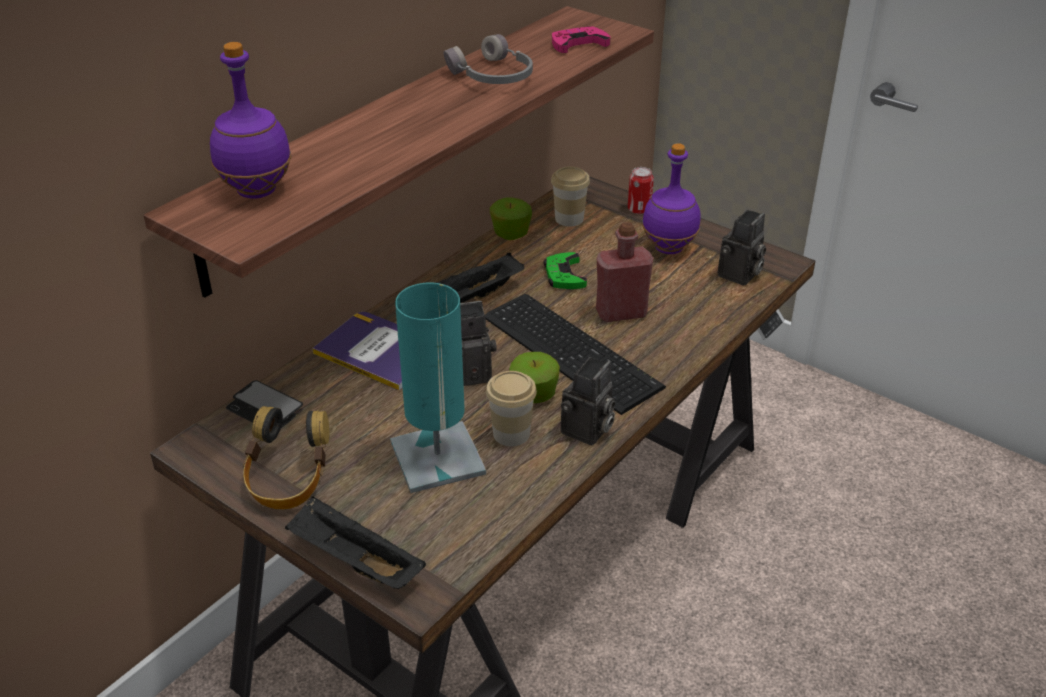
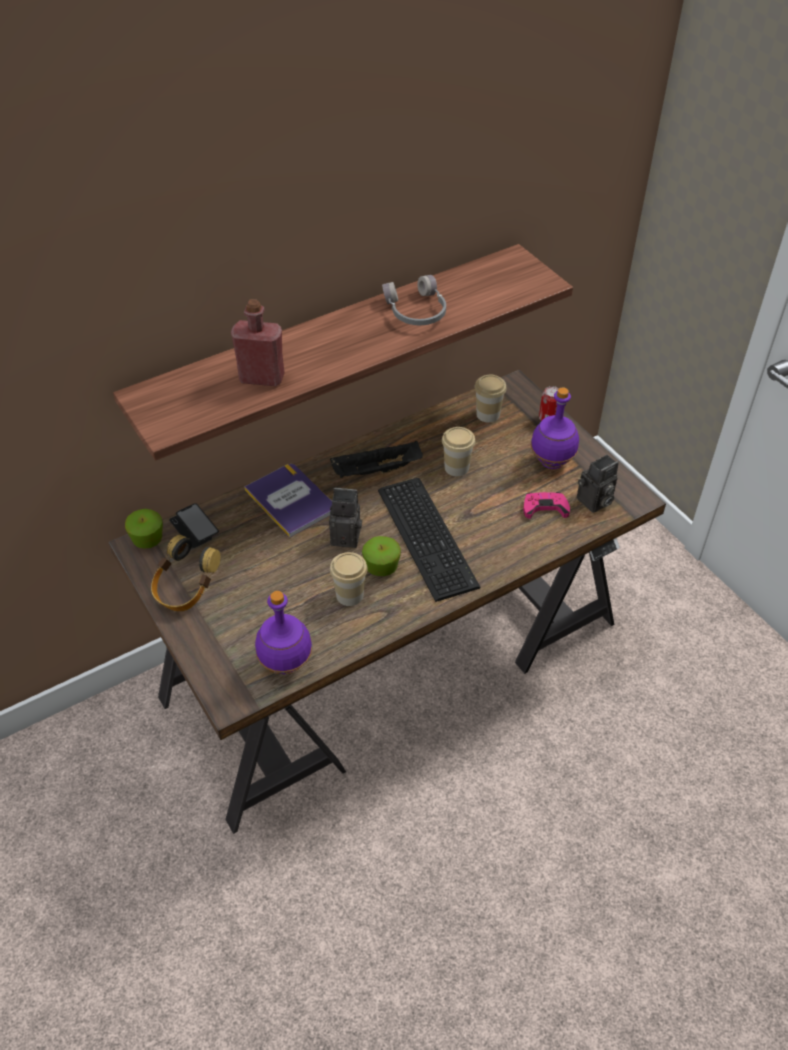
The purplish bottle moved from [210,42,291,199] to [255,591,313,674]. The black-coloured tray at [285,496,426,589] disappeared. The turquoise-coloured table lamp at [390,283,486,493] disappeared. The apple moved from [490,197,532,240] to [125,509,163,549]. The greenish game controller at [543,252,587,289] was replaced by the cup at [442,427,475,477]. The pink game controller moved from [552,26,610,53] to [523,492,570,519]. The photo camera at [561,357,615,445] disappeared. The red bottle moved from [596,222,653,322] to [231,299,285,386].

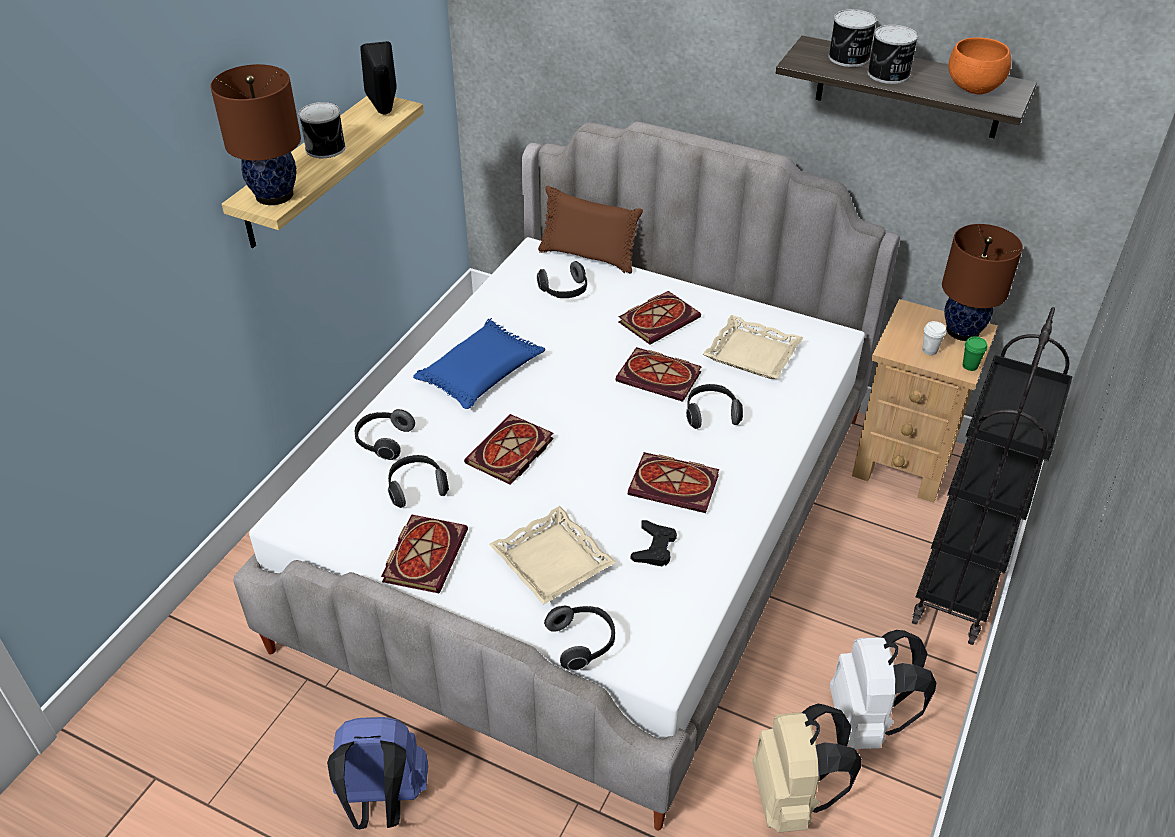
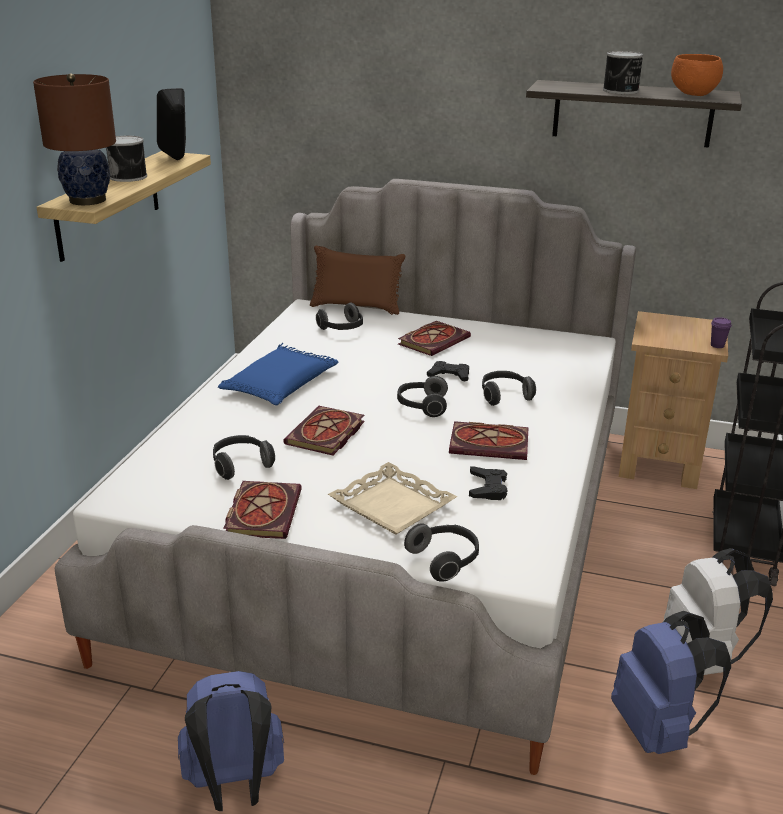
The headphones moved from [355,409,415,460] to [397,376,448,417]. The book at [616,347,702,402] was replaced by the black-coloured game controller at [427,361,469,381]. The beige tray at [703,315,803,379] disappeared. The beige backpack at [752,704,862,833] became the blue backpack at [611,611,731,754]. The can at [828,9,877,67] disappeared. The white cup at [922,321,946,355] disappeared. The brownish table lamp at [942,224,1023,341] disappeared. The greenish cup at [963,336,988,371] became the purplish cup at [711,317,732,348].

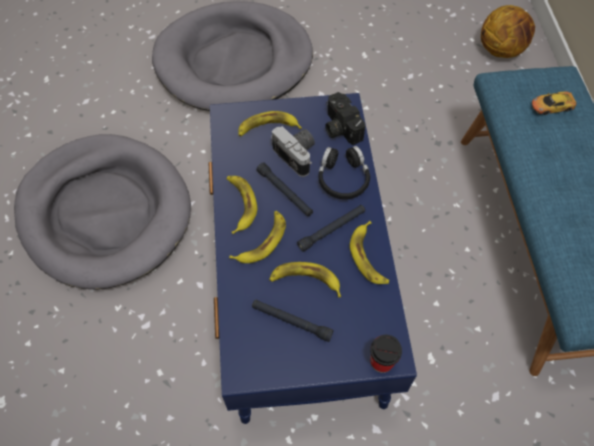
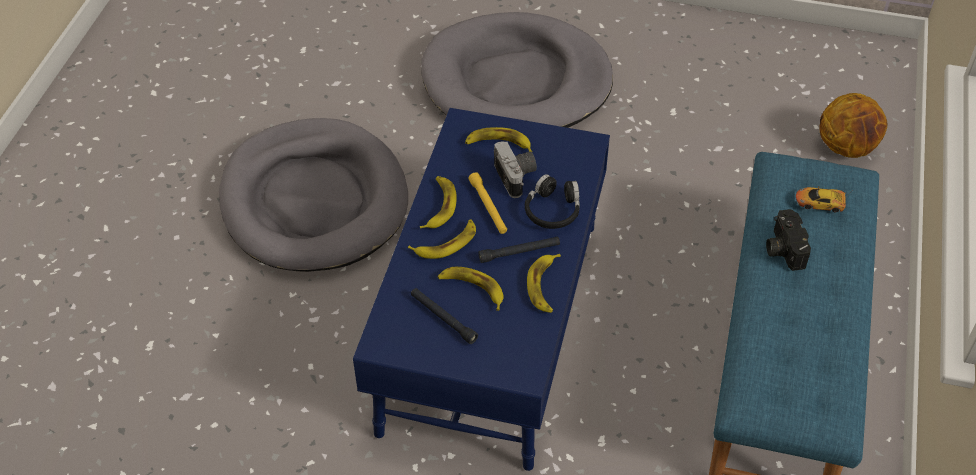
The black-coloured hand torch at [257,162,313,216] became the yellow-coloured hand torch at [469,172,507,234]. The photo camera moved from [325,92,365,145] to [766,209,811,271]. The cup at [370,335,402,373] disappeared.

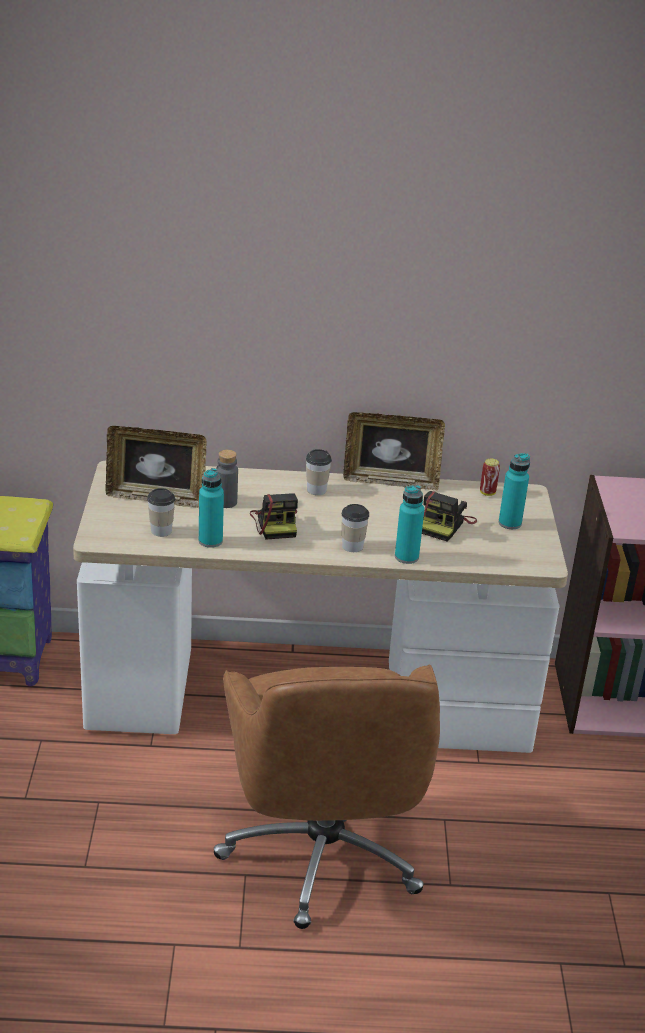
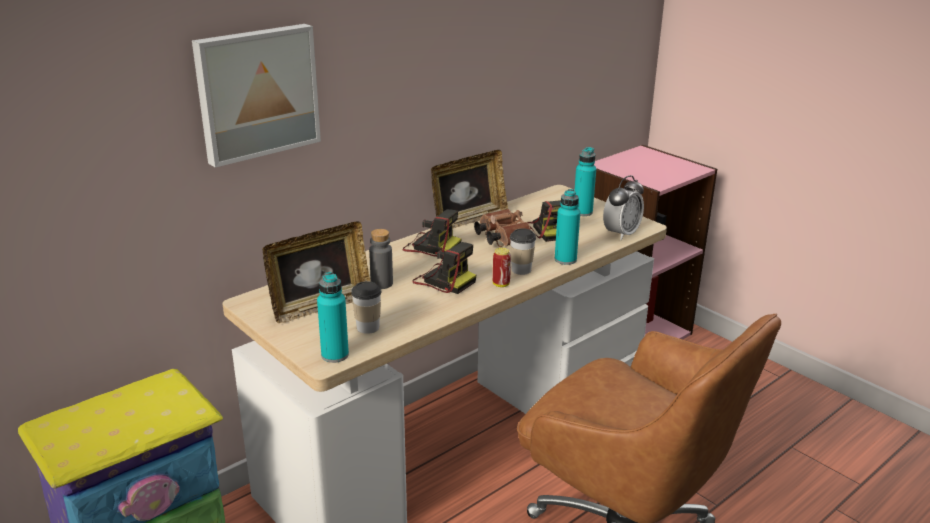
The turquoise-coloured bottle moved from [199,468,224,548] to [317,272,349,363]. The cup at [306,449,332,495] was replaced by the photo camera at [402,209,462,257]. The can moved from [480,458,500,496] to [493,248,511,287]. The picture at [192,24,321,168] appeared. The brownish binoculars at [474,209,531,247] appeared. The alarm clock at [603,175,644,240] appeared.

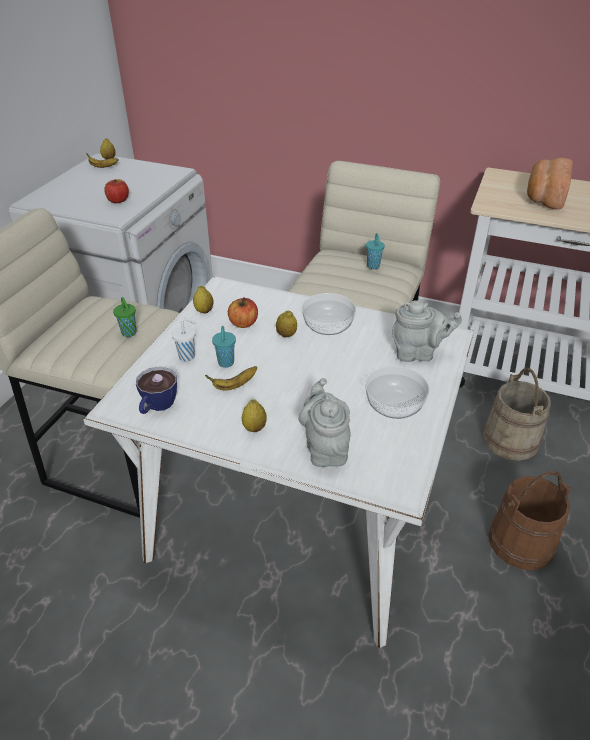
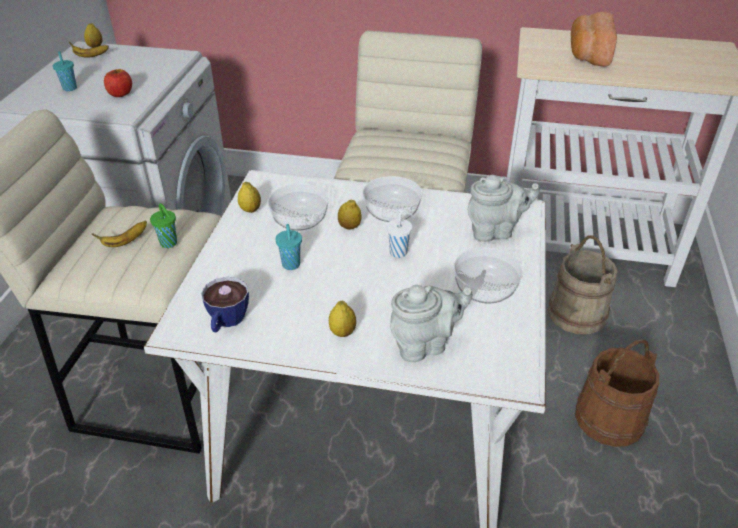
The white cup moved from [172,318,196,362] to [387,209,413,258]. The banana moved from [205,366,257,390] to [92,221,147,247]. The apple at [228,297,258,328] was replaced by the serving bowl at [268,183,329,231]. The grey tea pot at [299,378,351,467] turned 90 degrees clockwise. The turquoise-coloured cup moved from [366,233,385,269] to [53,51,77,91].

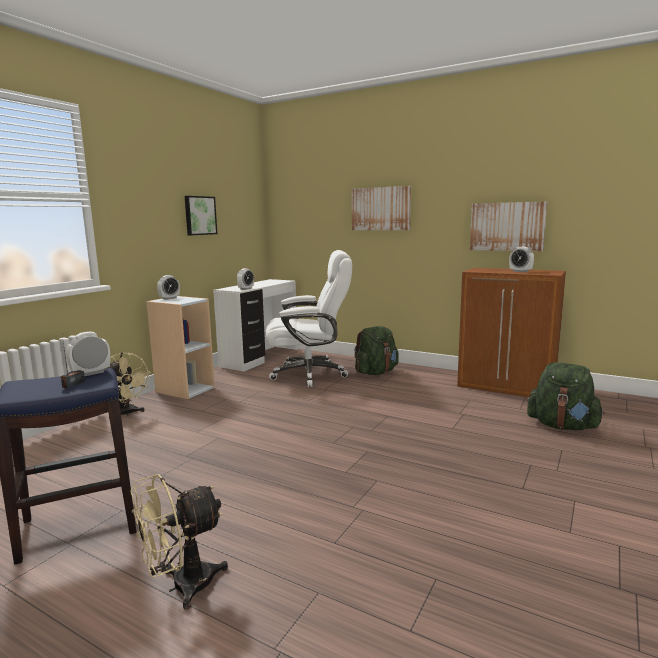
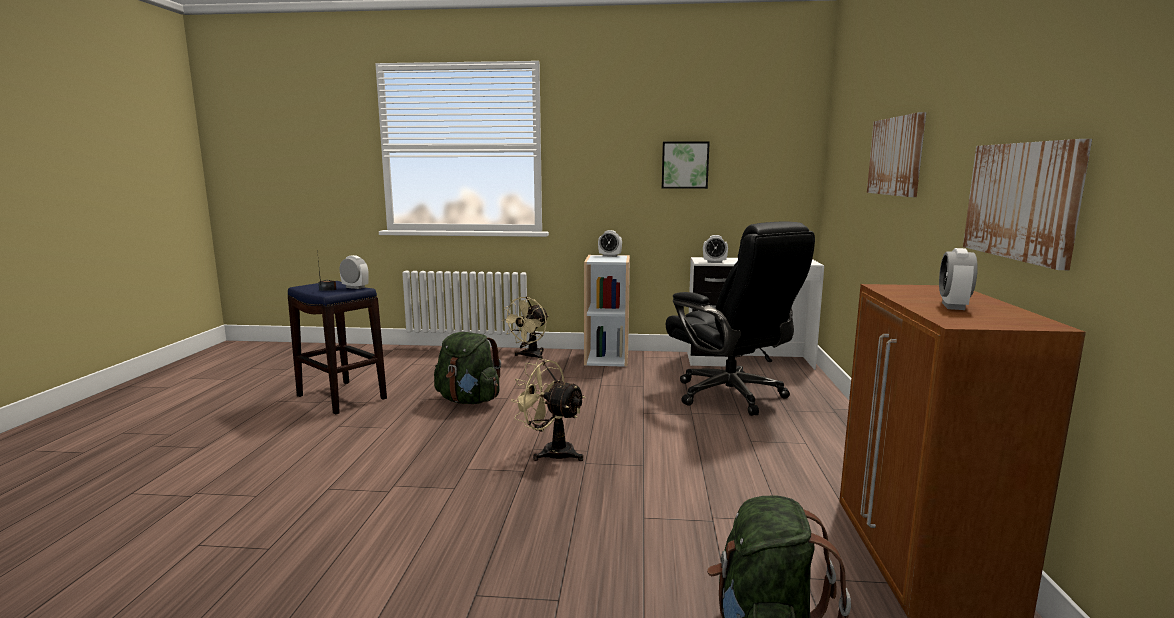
The beige fan moved from [130,474,228,610] to [511,359,586,461]. The white desk chair at [266,250,352,387] became the black-coloured desk chair at [666,221,815,416]. The greenish backpack moved from [354,326,399,375] to [434,332,501,404].

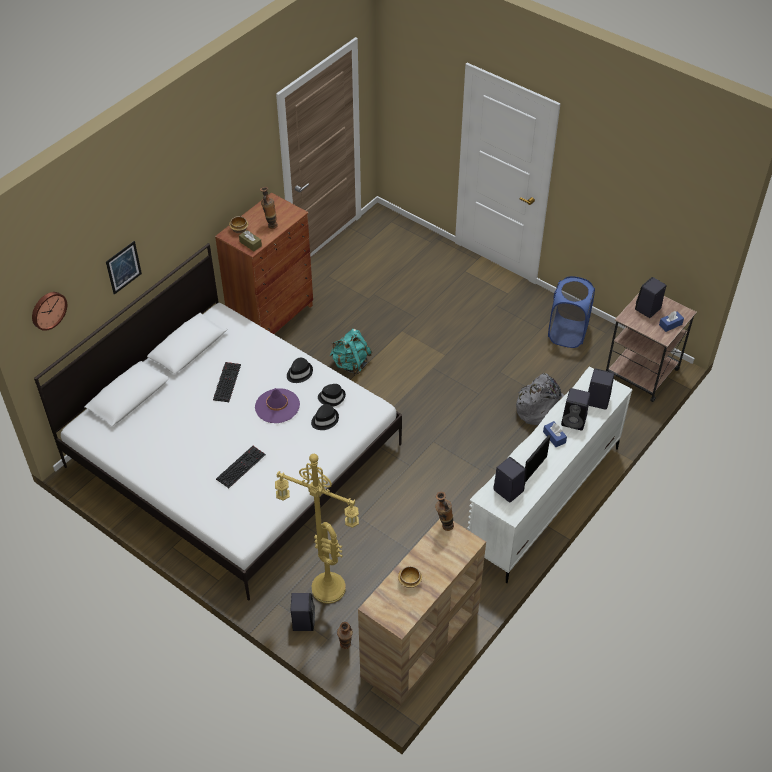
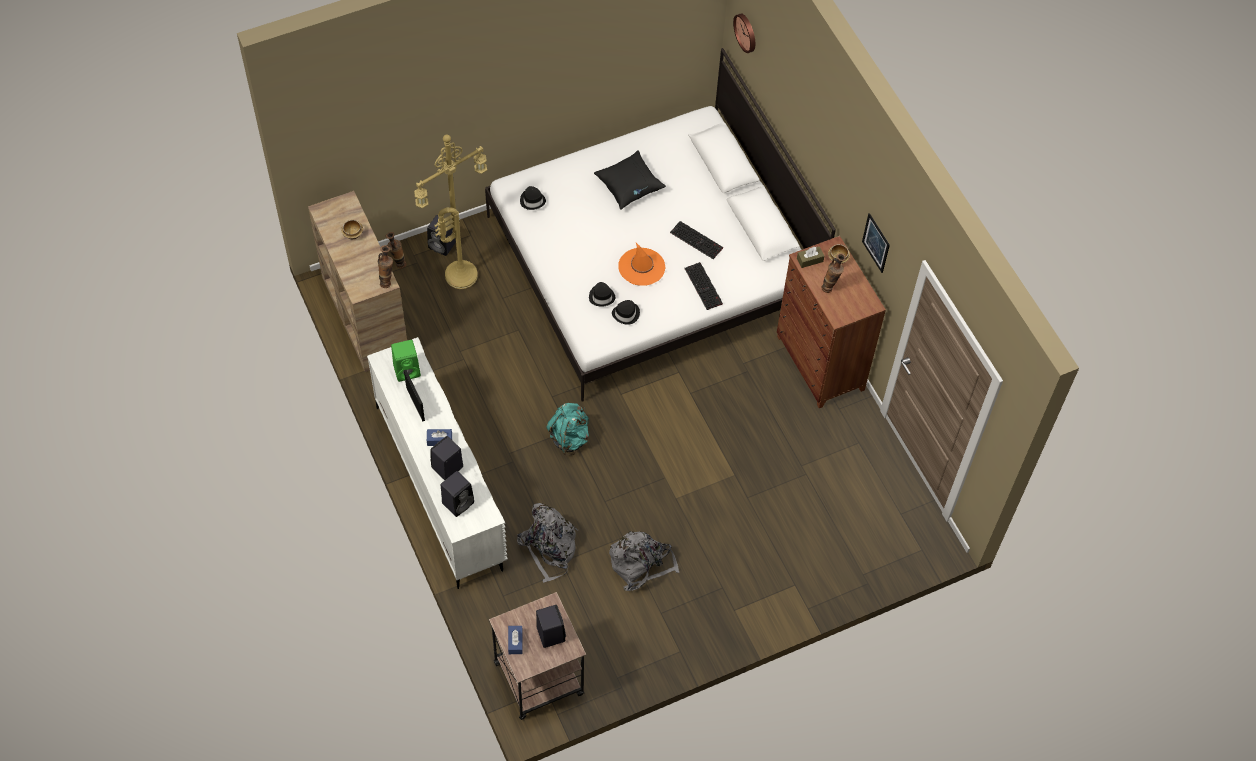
The picture moved from [106,241,142,295] to [862,213,890,273]. The computer keyboard moved from [216,446,266,488] to [684,262,723,310]. The purplish clothing hat at [255,388,300,423] became the orange-coloured clothing hat at [618,243,665,286]. The black-coloured clothing hat moved from [287,358,313,383] to [520,186,546,210]. The turquoise-coloured backpack moved from [330,329,372,375] to [546,403,589,455]. The black-coloured speaker at [493,457,526,502] became the greenish speaker at [391,340,421,382]. The blue hamper at [548,276,595,348] disappeared. The black-coloured throw pillow at [594,150,666,210] appeared. The grey backpack at [609,531,679,591] appeared.

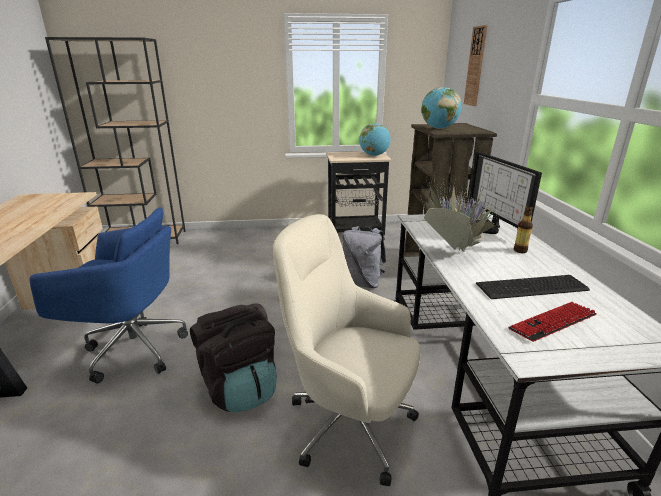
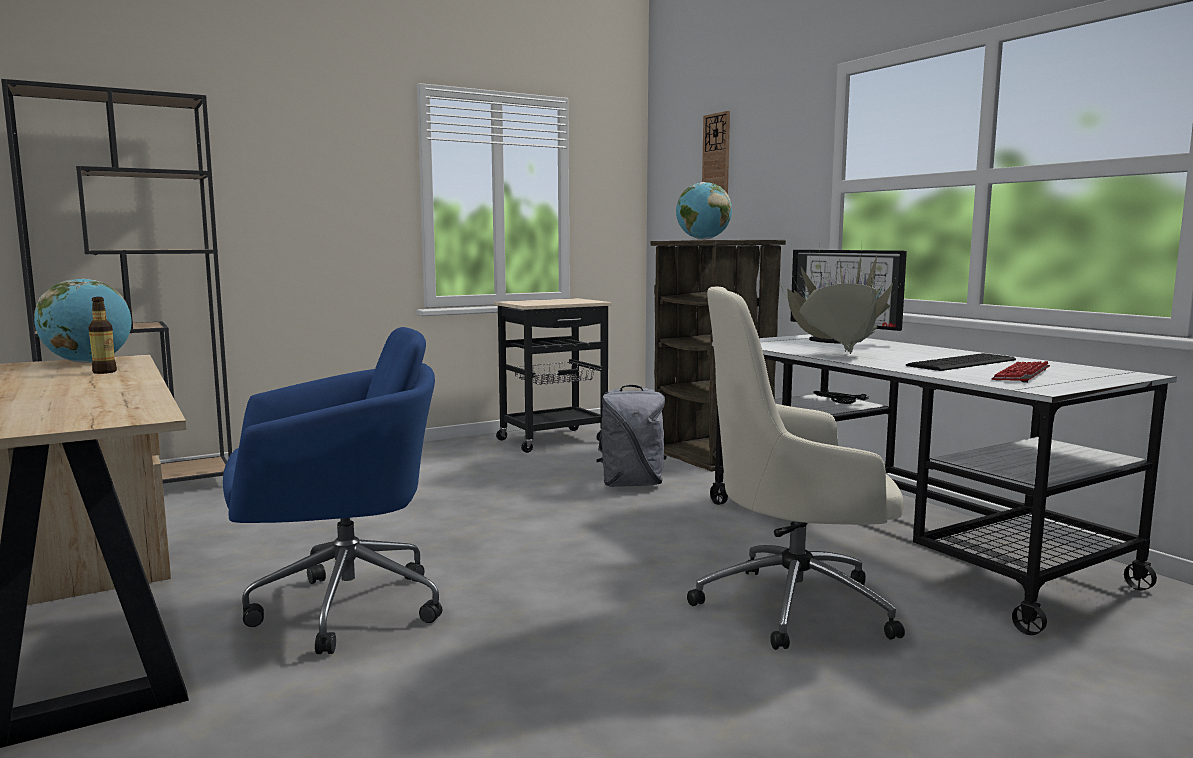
The black-coloured backpack at [190,304,277,412] disappeared. The world globe moved from [359,123,390,156] to [34,278,131,363]. The bottle moved from [514,206,533,253] to [88,297,117,374].

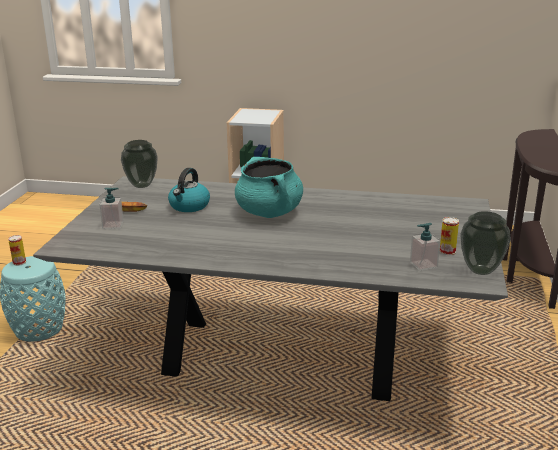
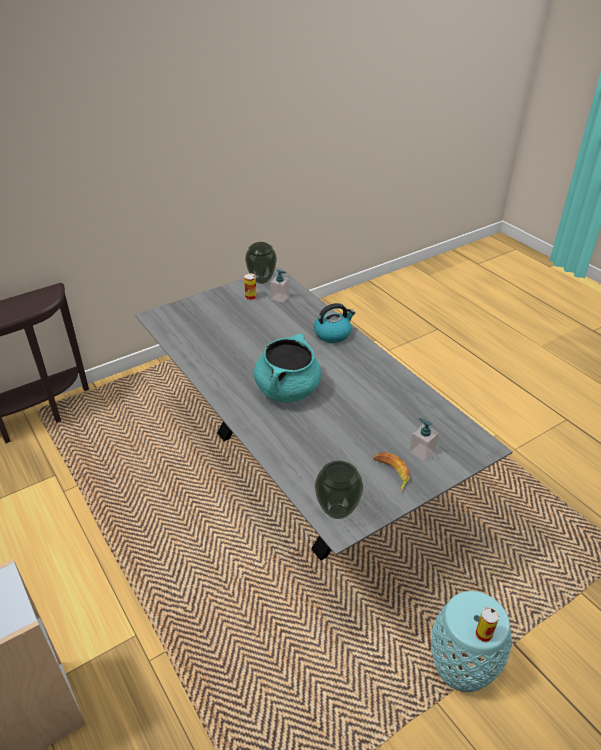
The kettle moved from [168,168,210,212] to [314,303,355,343].

